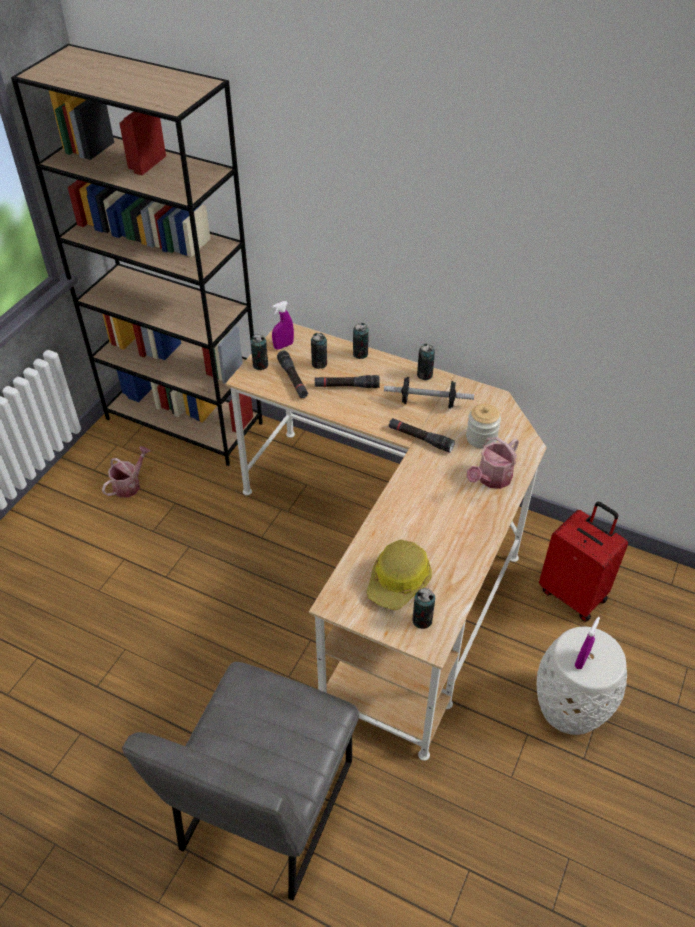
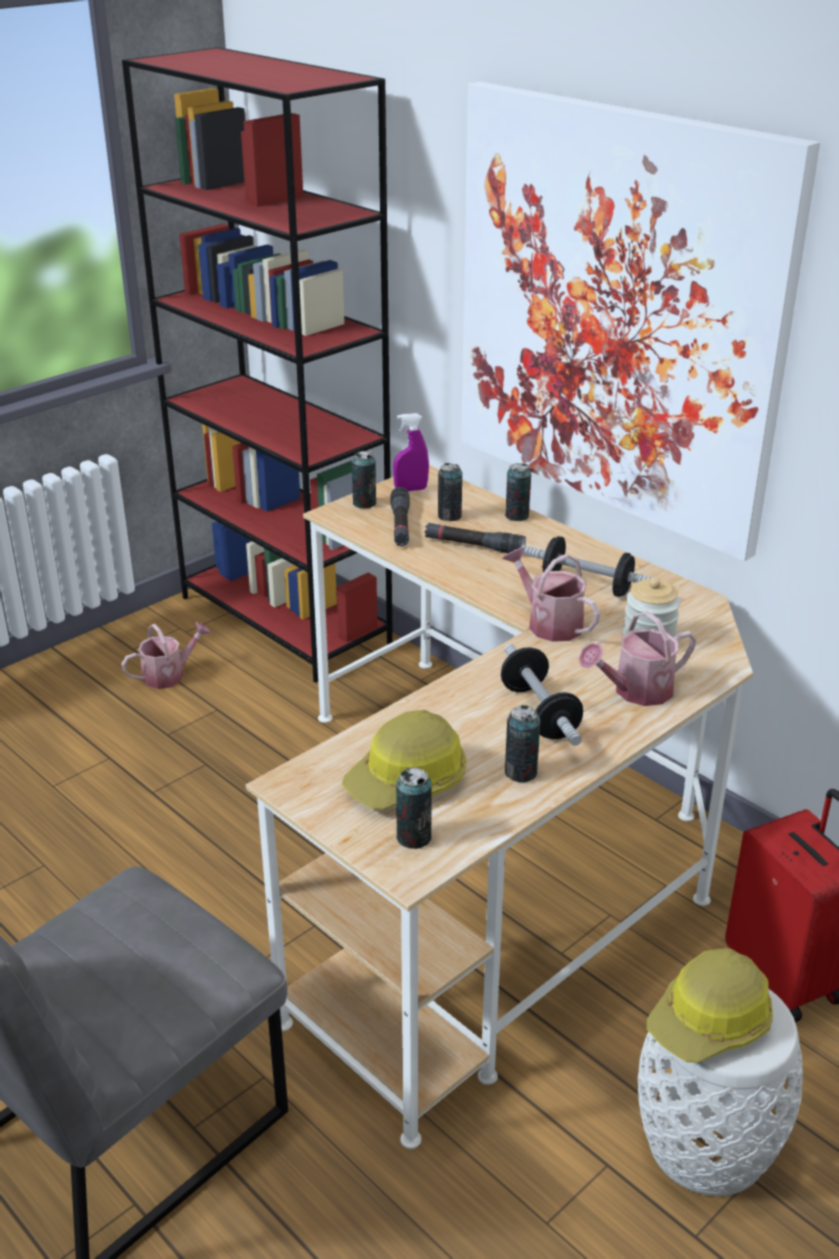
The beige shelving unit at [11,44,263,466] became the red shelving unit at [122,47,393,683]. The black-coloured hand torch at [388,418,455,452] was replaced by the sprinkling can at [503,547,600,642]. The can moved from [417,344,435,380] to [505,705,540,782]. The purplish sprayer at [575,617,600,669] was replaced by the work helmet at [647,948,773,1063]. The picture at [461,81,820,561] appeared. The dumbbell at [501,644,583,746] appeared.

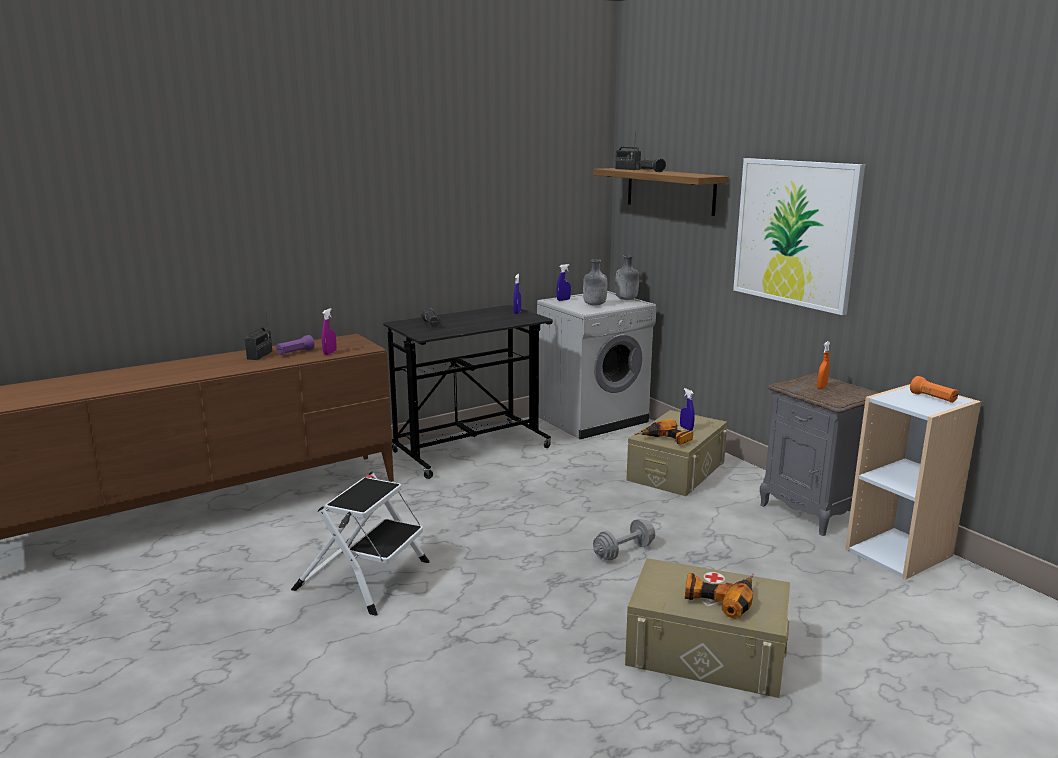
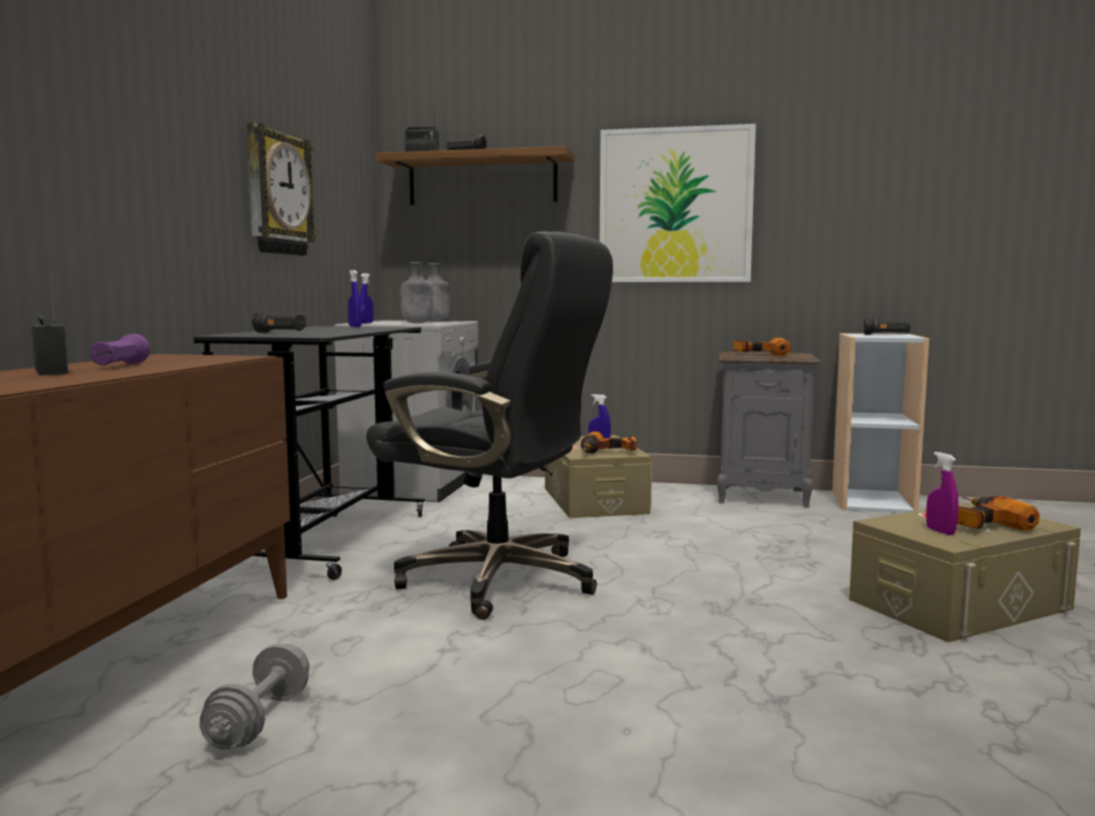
The step ladder at [291,472,430,616] disappeared. The purplish sprayer moved from [322,308,337,355] to [926,452,959,535]. The grey dumbbell moved from [593,519,655,560] to [199,644,309,749]. The orange-coloured sprayer at [817,341,830,389] was replaced by the power drill at [733,338,791,356]. The orange-coloured hand torch at [910,376,959,403] became the black-coloured hand torch at [864,317,911,335]. The hanging clock at [246,122,316,256] appeared. The black-coloured desk chair at [366,232,613,620] appeared.

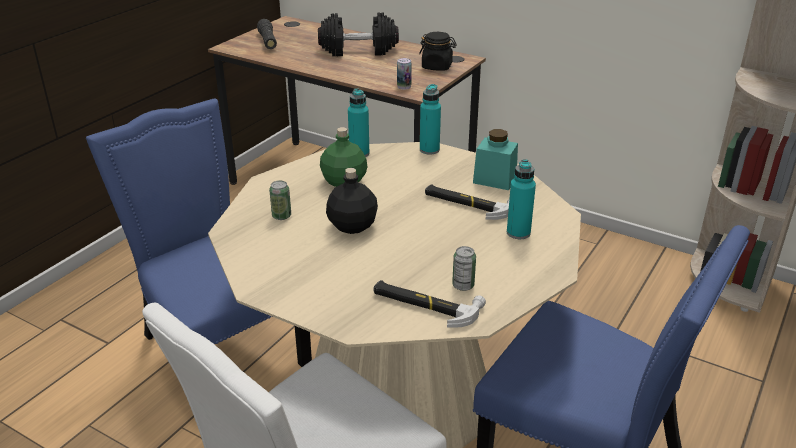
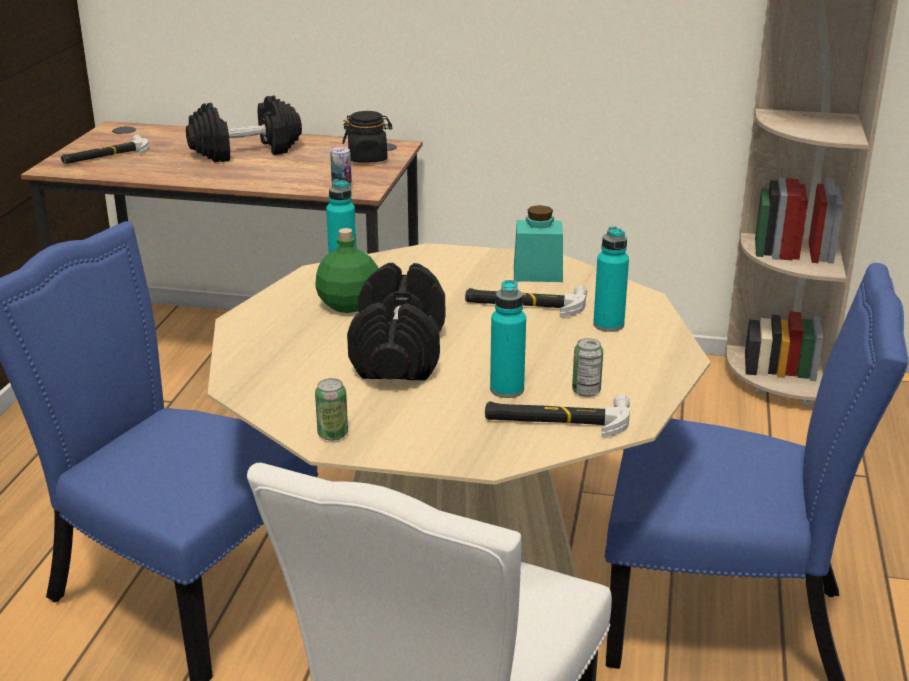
The black-coloured hand torch at [257,19,277,49] was replaced by the tool hammer at [61,135,149,164]. The can moved from [269,181,291,220] to [315,378,348,441]. The black-coloured bottle at [326,168,378,234] was replaced by the black-coloured dumbbell at [347,263,445,380]. The turquoise-coloured bottle moved from [420,84,441,155] to [490,280,526,398].

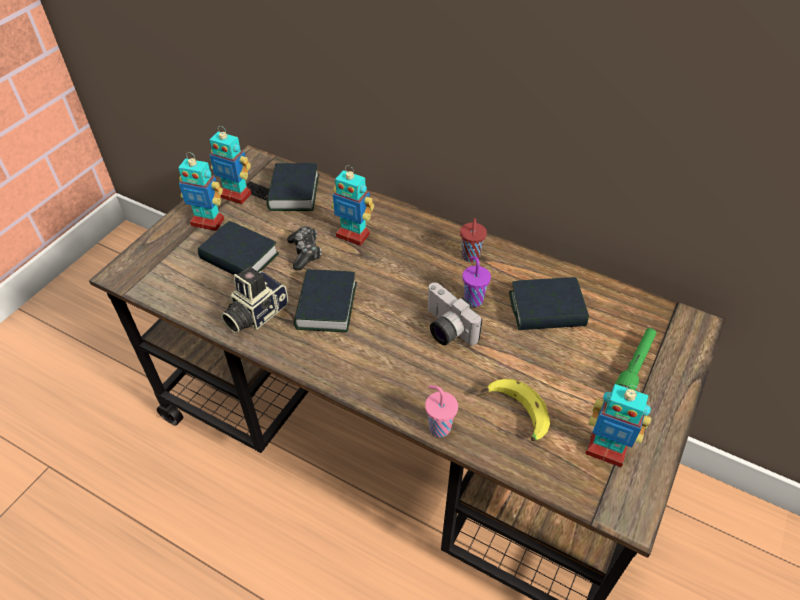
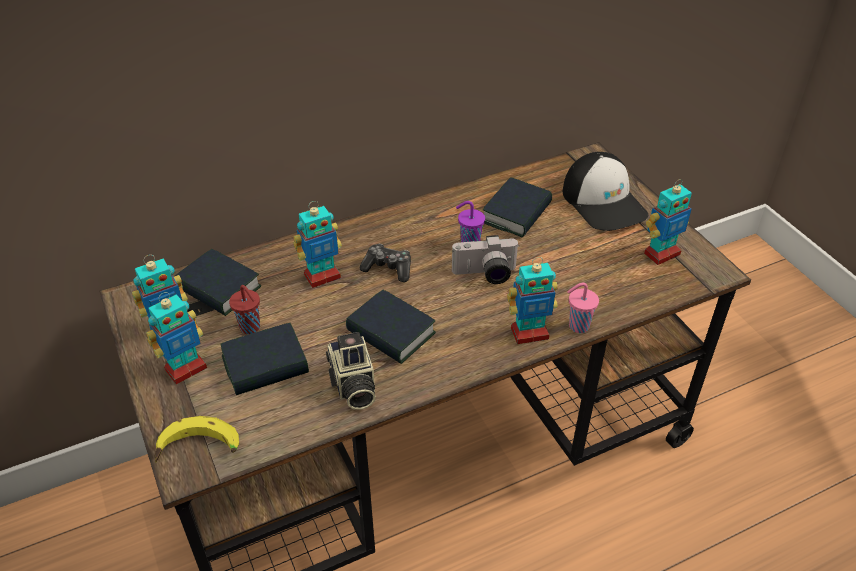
The game controller moved from [287,226,321,270] to [360,244,411,282]. The red cup moved from [460,218,487,262] to [229,285,260,334]. The banana moved from [477,379,550,441] to [155,416,239,463]. The greenish hand torch at [613,328,656,391] was replaced by the cap at [563,152,648,231]. The robot figure at [507,257,558,344] appeared.

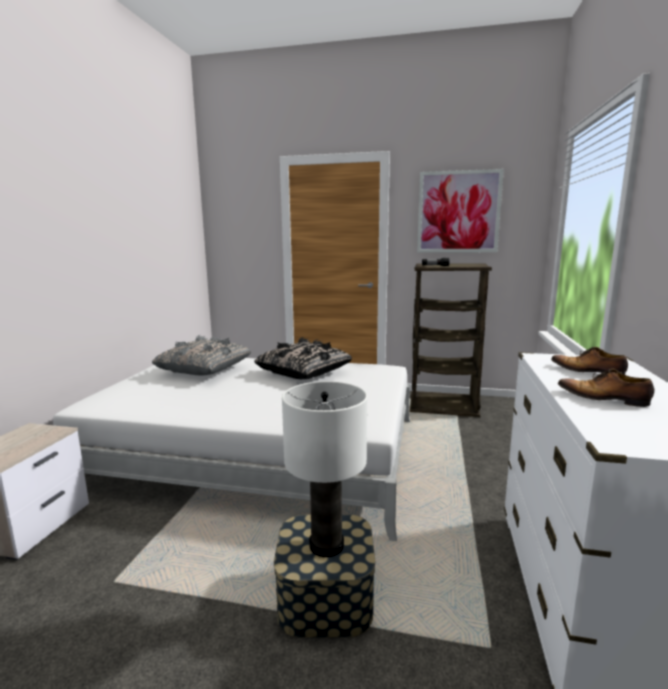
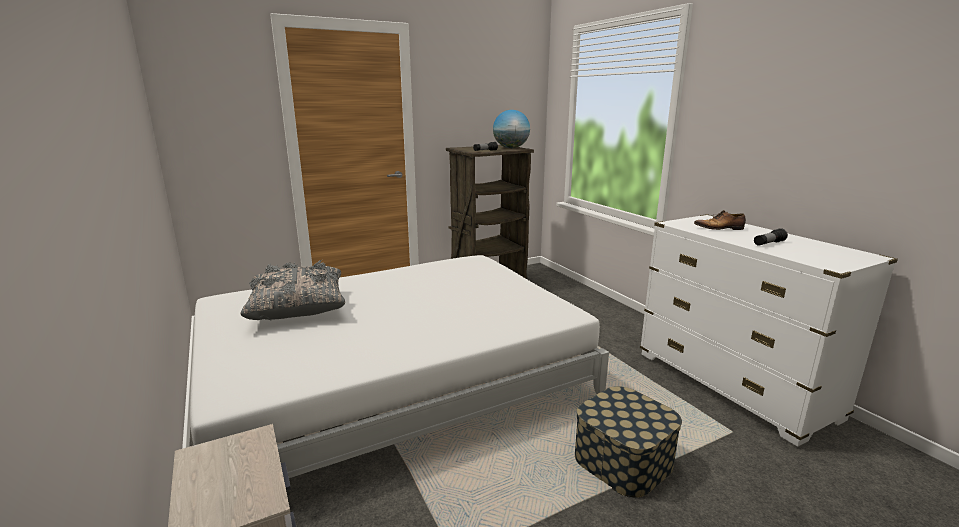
The black-coloured throw pillow at [254,337,352,379] disappeared. The white table lamp at [282,381,367,557] disappeared. The picture at [417,169,504,252] disappeared. The low shoe at [558,369,654,407] was replaced by the hand torch at [754,228,788,246]. The world globe at [493,110,530,148] appeared.

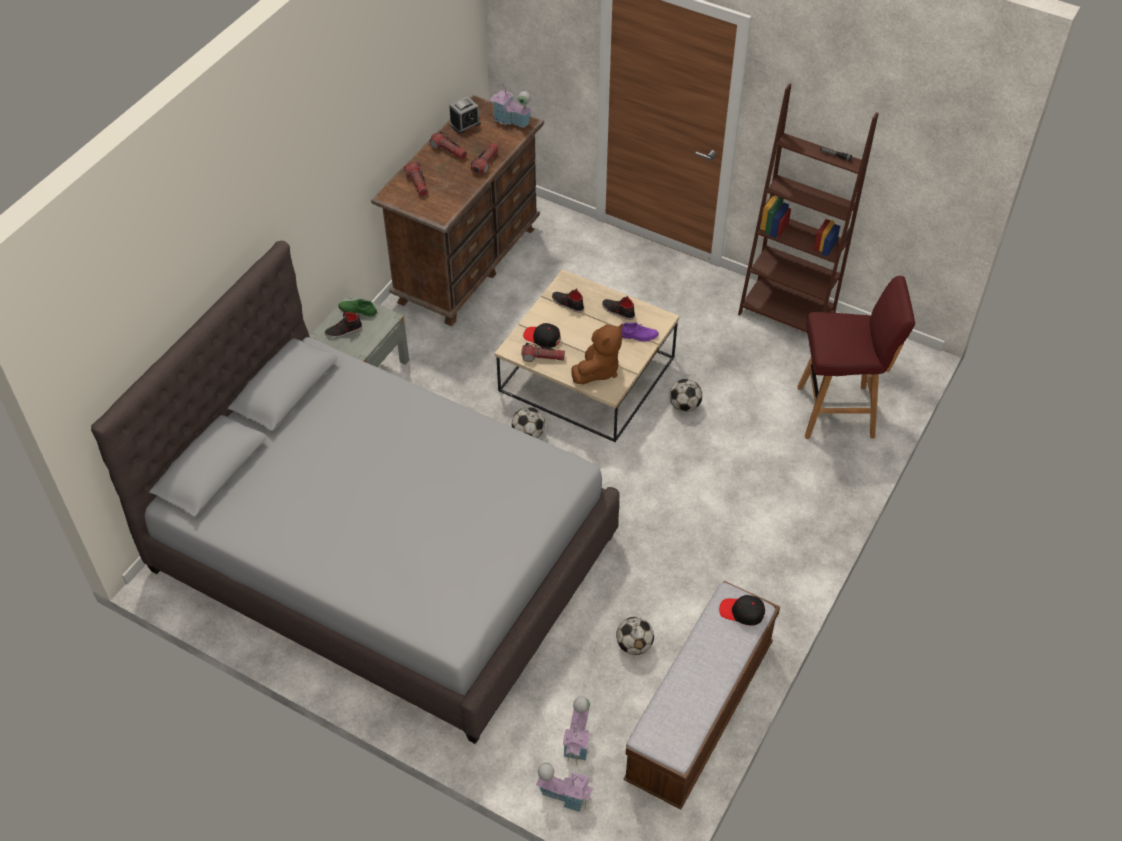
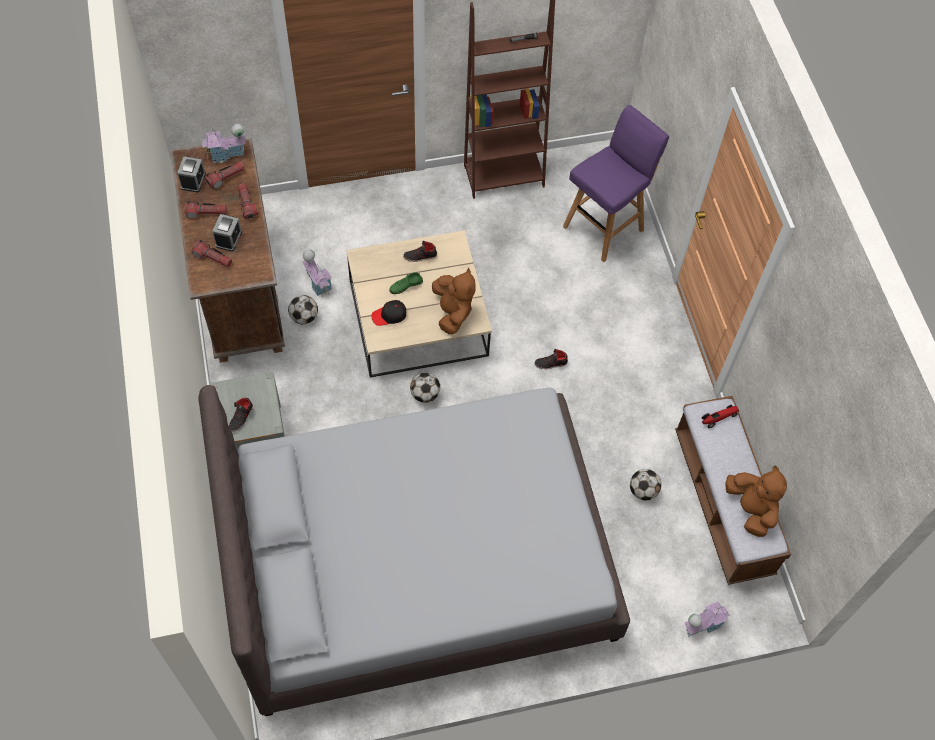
The greenish low shoe moved from [338,299,377,317] to [389,272,423,294]. The hand torch moved from [521,343,565,362] to [205,162,245,189]. The black-coloured low shoe moved from [552,289,584,313] to [534,349,568,369]. The toy house moved from [563,696,590,766] to [302,249,332,296]. The purplish low shoe at [621,323,659,341] disappeared. The football ball moved from [669,379,702,412] to [288,295,318,325]. The black-coloured cap at [719,595,765,626] was replaced by the model car at [702,405,739,428]. The red sitting stool at [797,276,915,439] became the purplish sitting stool at [563,105,669,262]. The alarm clock at [212,214,242,252] appeared. The brownish plush toy at [725,465,787,537] appeared.

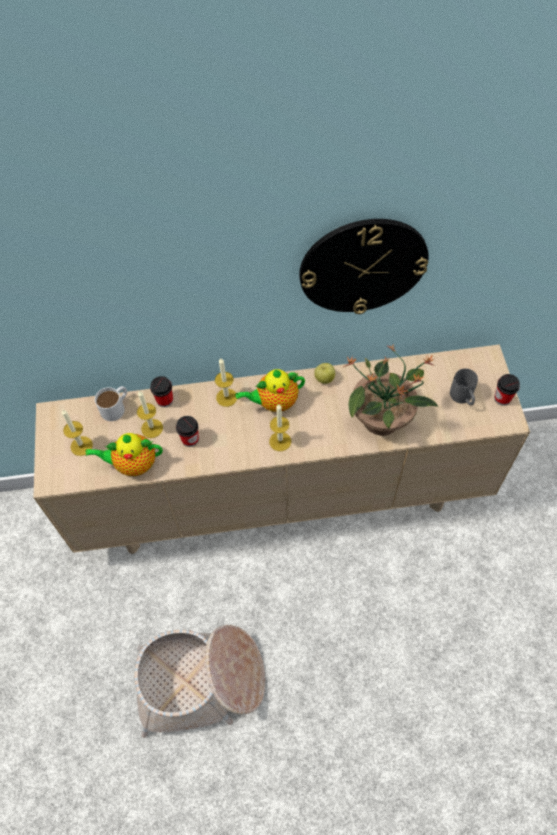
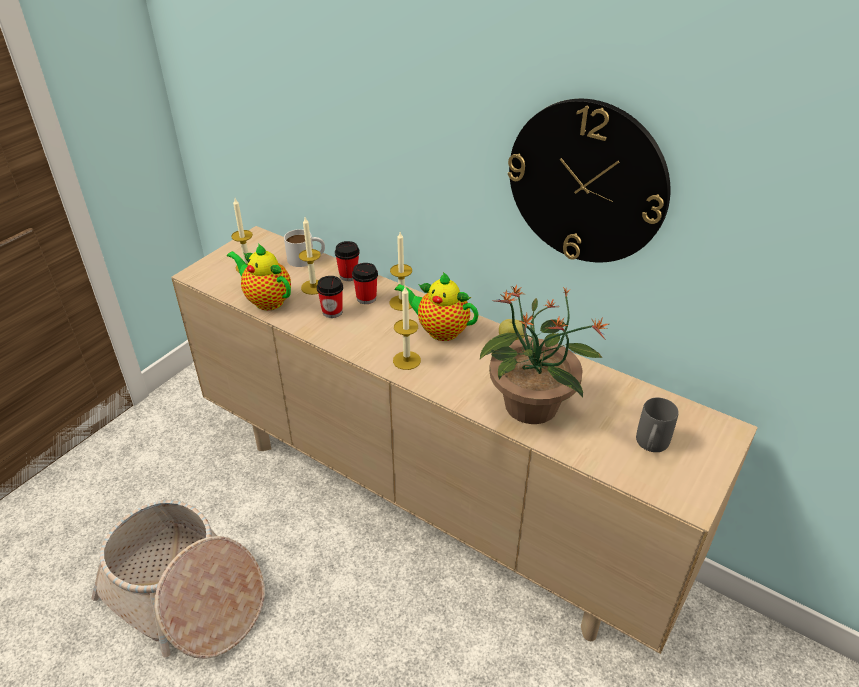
The cup moved from [494,374,520,406] to [352,263,378,304].

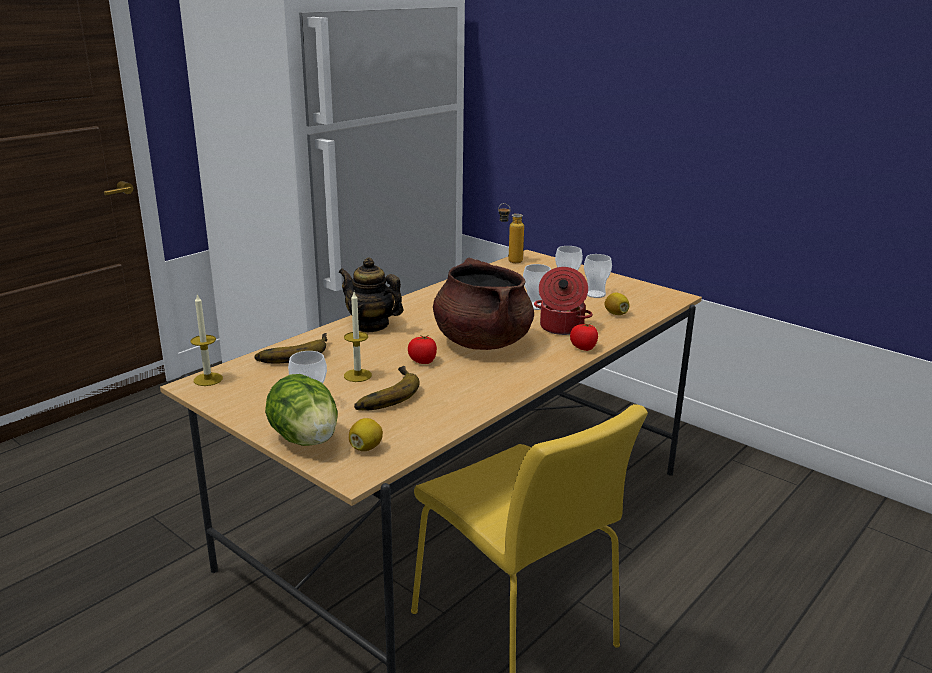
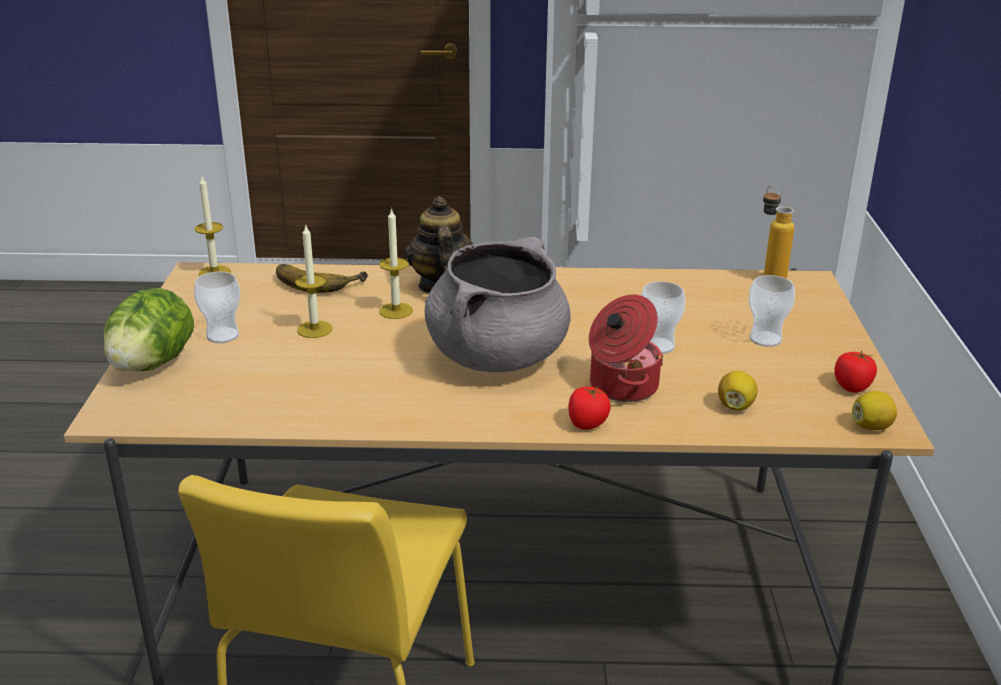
The whole lemon moved from [349,418,383,451] to [852,391,897,430]. The banana at [354,366,420,410] disappeared. The whole tomato moved from [408,335,437,364] to [835,351,877,393]. The brownish cooking pot at [433,258,534,350] became the grey cooking pot at [425,237,571,372]. The cup at [584,254,612,298] disappeared. The candle at [379,208,413,319] appeared.

